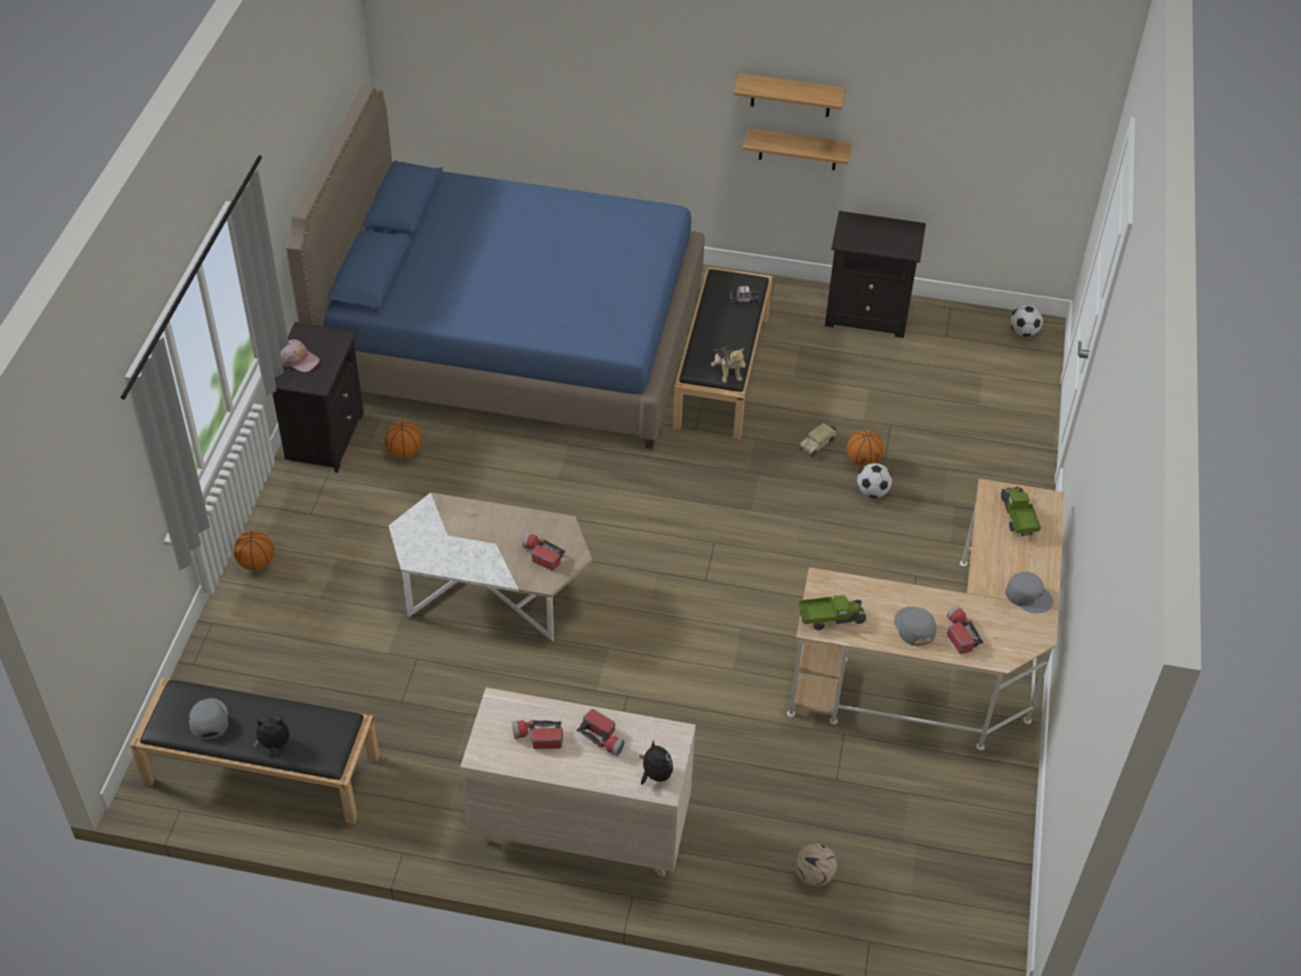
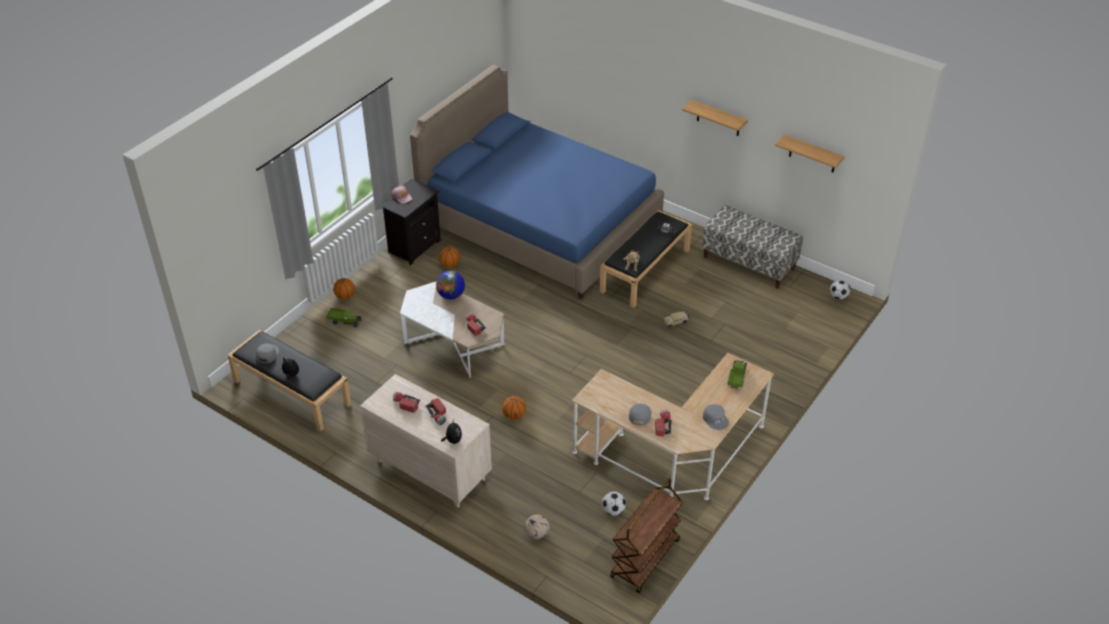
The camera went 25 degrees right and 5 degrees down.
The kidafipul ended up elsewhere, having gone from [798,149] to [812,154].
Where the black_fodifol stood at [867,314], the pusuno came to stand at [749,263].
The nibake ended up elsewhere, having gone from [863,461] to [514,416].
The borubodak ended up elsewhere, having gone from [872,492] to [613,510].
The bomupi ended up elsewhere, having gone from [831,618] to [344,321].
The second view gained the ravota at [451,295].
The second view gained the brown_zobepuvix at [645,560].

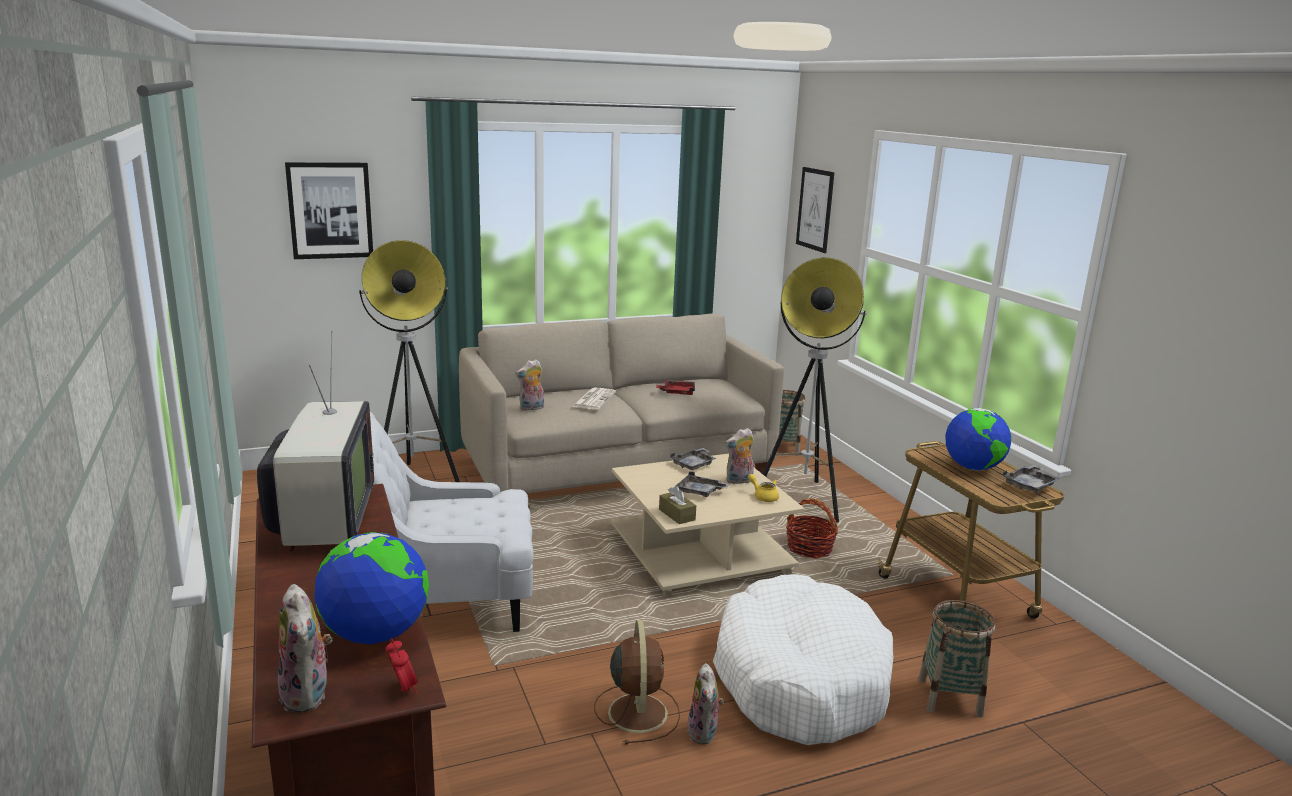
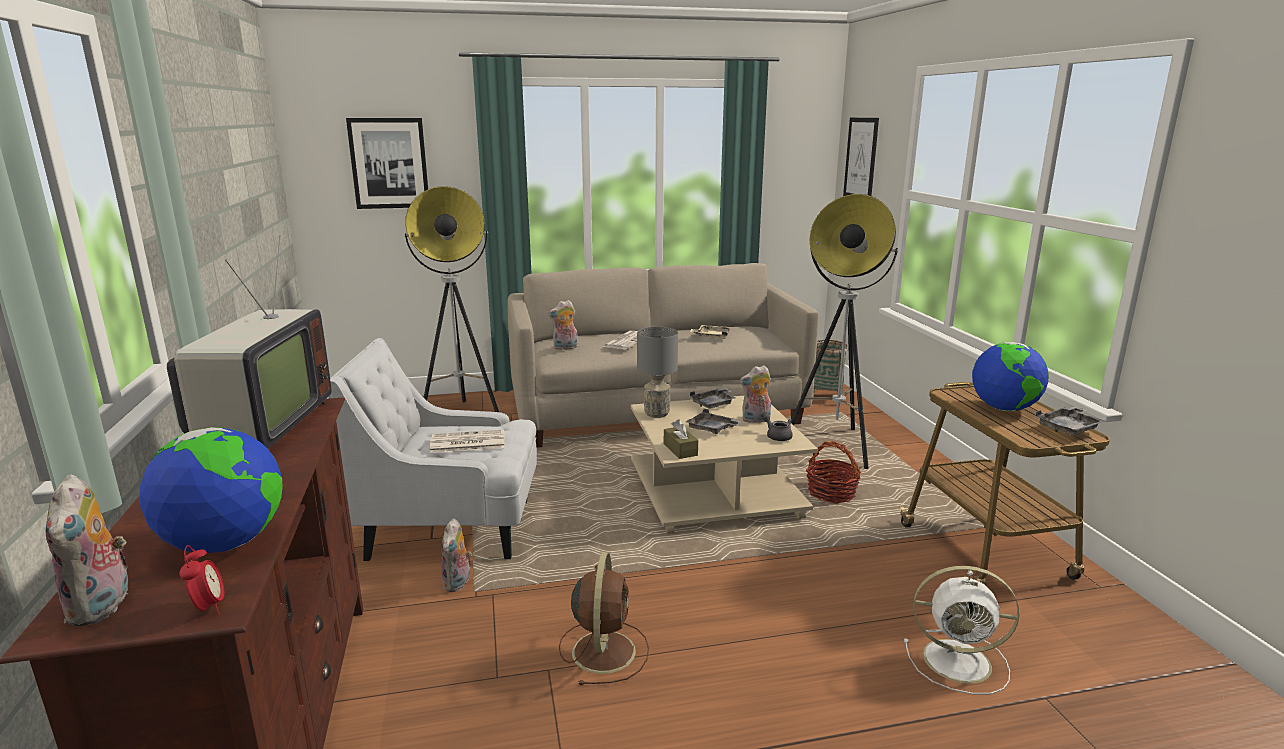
The camera went 10 degrees right and 0 degrees up.
What was the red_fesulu at [677,392] turned into the beige_fesulu at [711,337].
What was the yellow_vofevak at [763,497] turned into the grey_vofevak at [777,436].
The second view lost the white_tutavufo at [799,678].
Where the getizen stood at [950,697], the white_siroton came to stand at [960,661].
The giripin ended up elsewhere, having gone from [704,733] to [458,583].
The second view gained the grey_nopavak at [656,414].
The second view gained the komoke at [466,443].

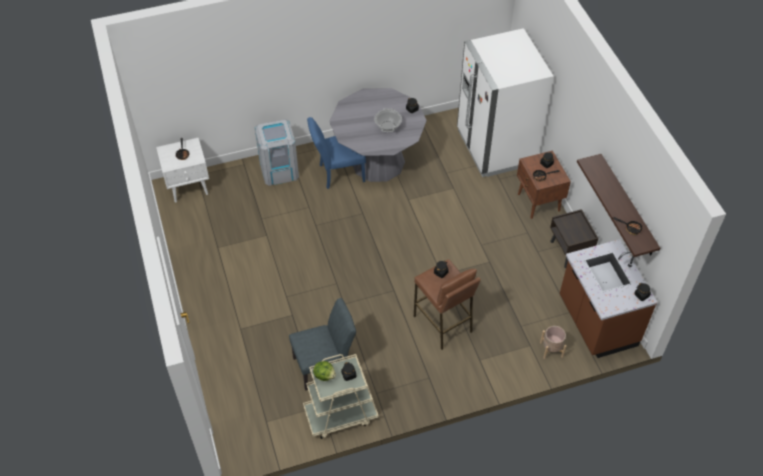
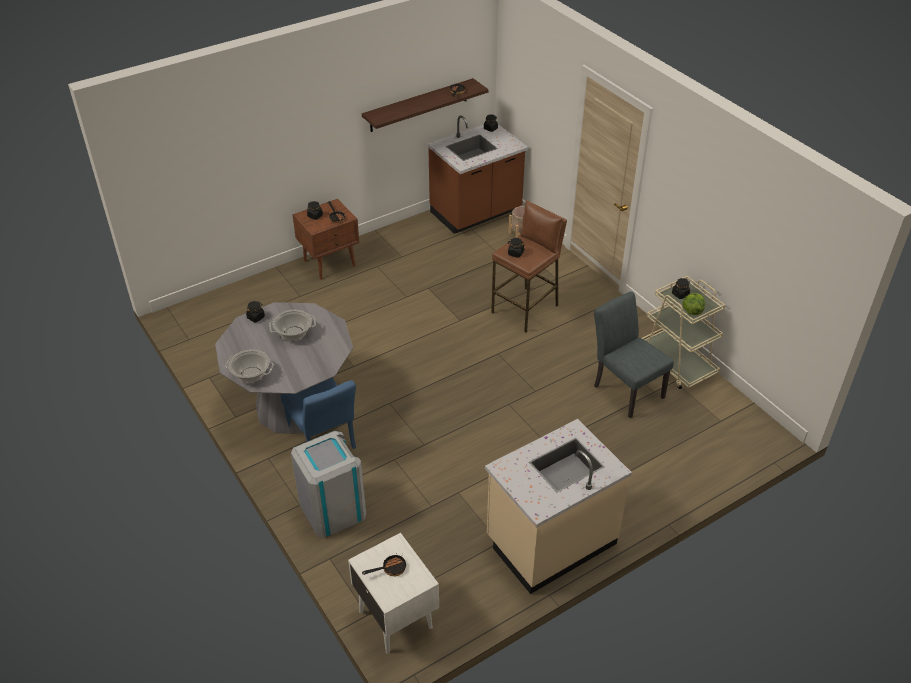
The camera went 105 degrees left and 10 degrees down.
The second view lost the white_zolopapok at [495,147].
The second view lost the brown_fodifol at [569,252].
The second view gained the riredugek at [251,374].
The second view gained the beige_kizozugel at [550,540].

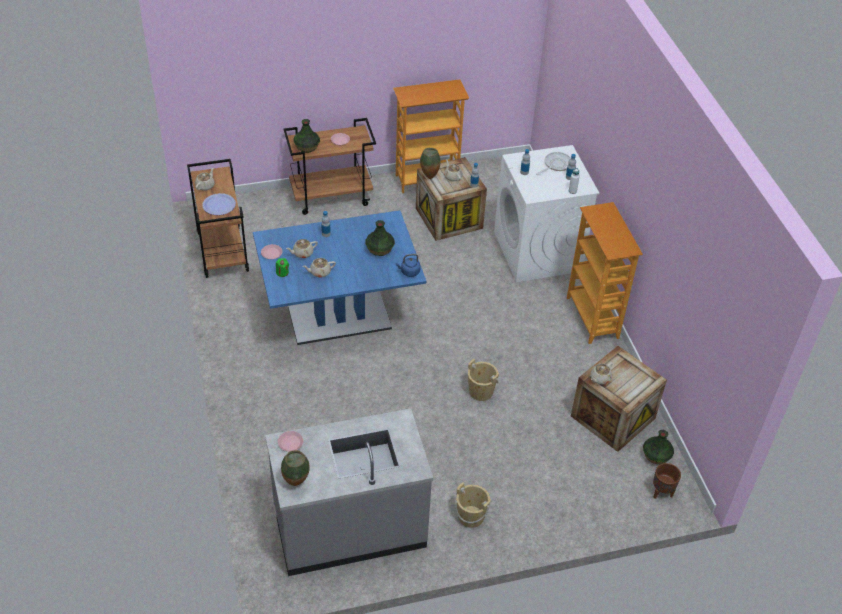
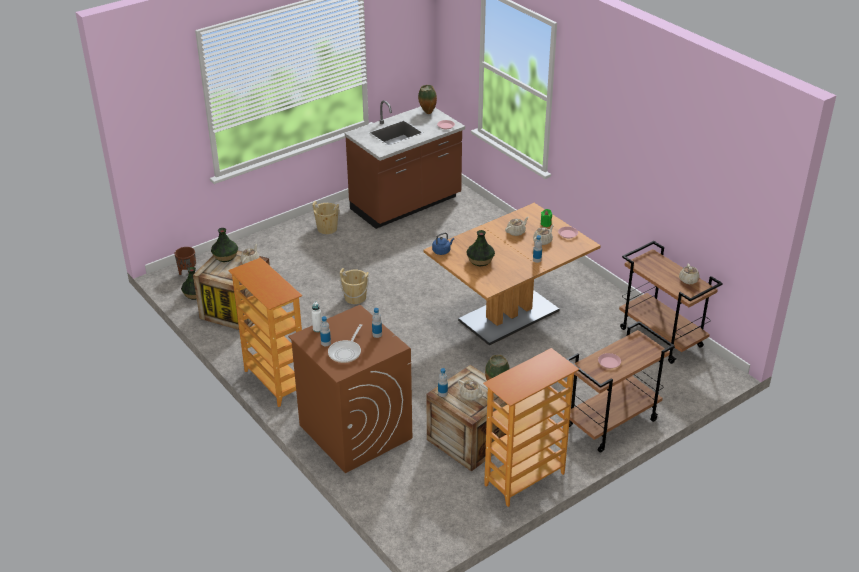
The camera went 160 degrees right and 10 degrees down.
The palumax ended up elsewhere, having gone from [306,147] to [225,257].
What was the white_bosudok at [538,252] turned into the brown_bosudok at [354,431].
The second view lost the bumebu at [219,205].
What was the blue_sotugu at [339,318] turned into the brown_sotugu at [509,315].
What was the grey_kizozugel at [349,527] turned into the brown_kizozugel at [406,205].

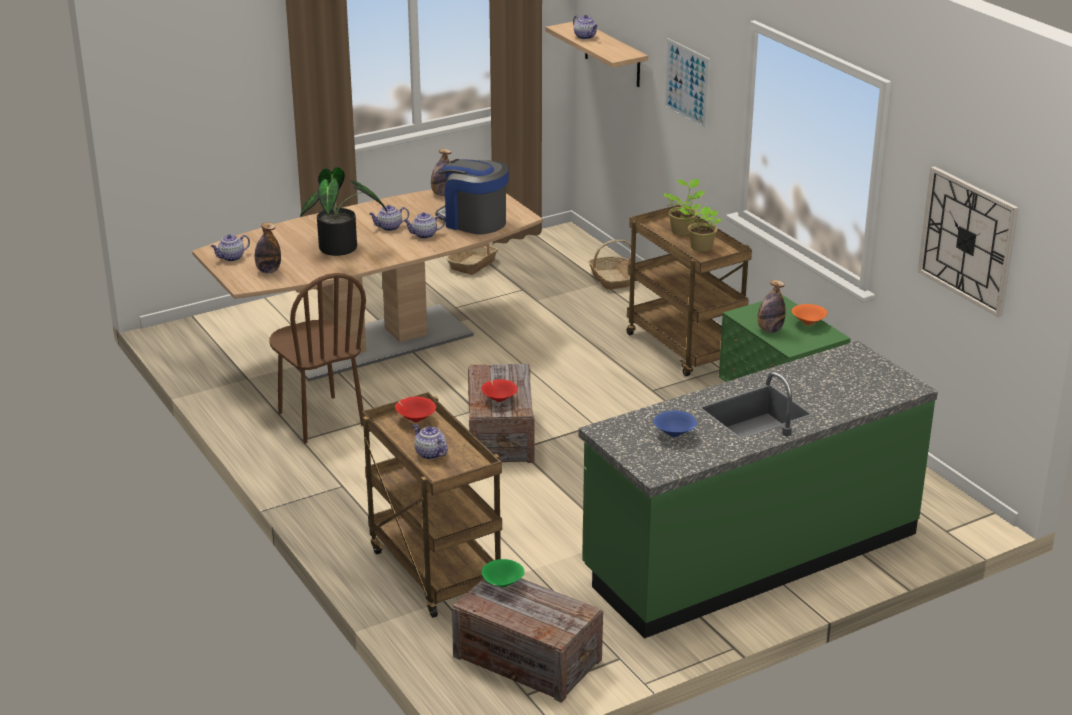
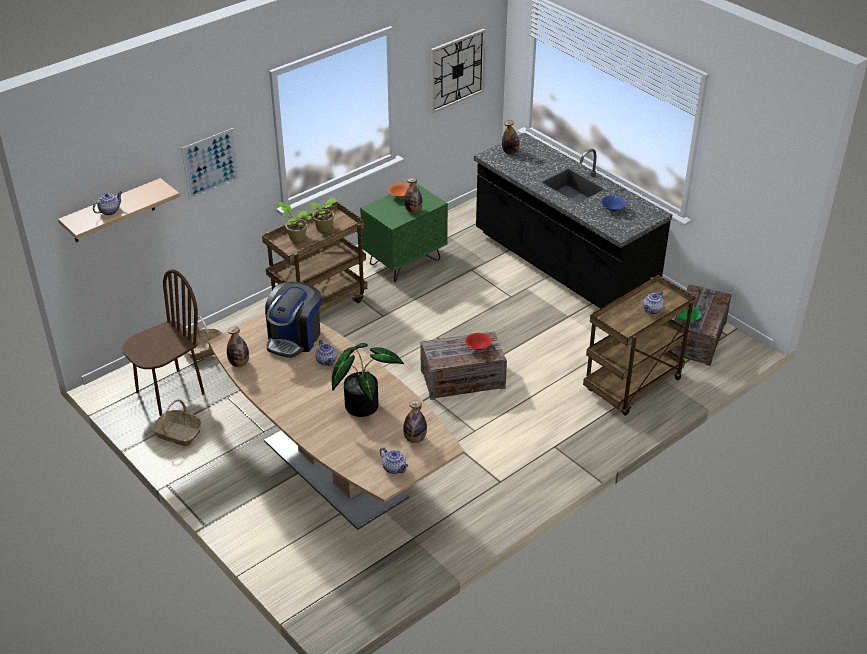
The camera went 100 degrees left and 10 degrees up.
The second view lost the vofevak at [389,227].
The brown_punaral ended up elsewhere, having gone from [320,419] to [170,392].
What was the green_kizozugel at [750,553] turned into the black_kizozugel at [562,267].
The second view lost the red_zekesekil at [415,419].
The second view gained the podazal at [510,152].

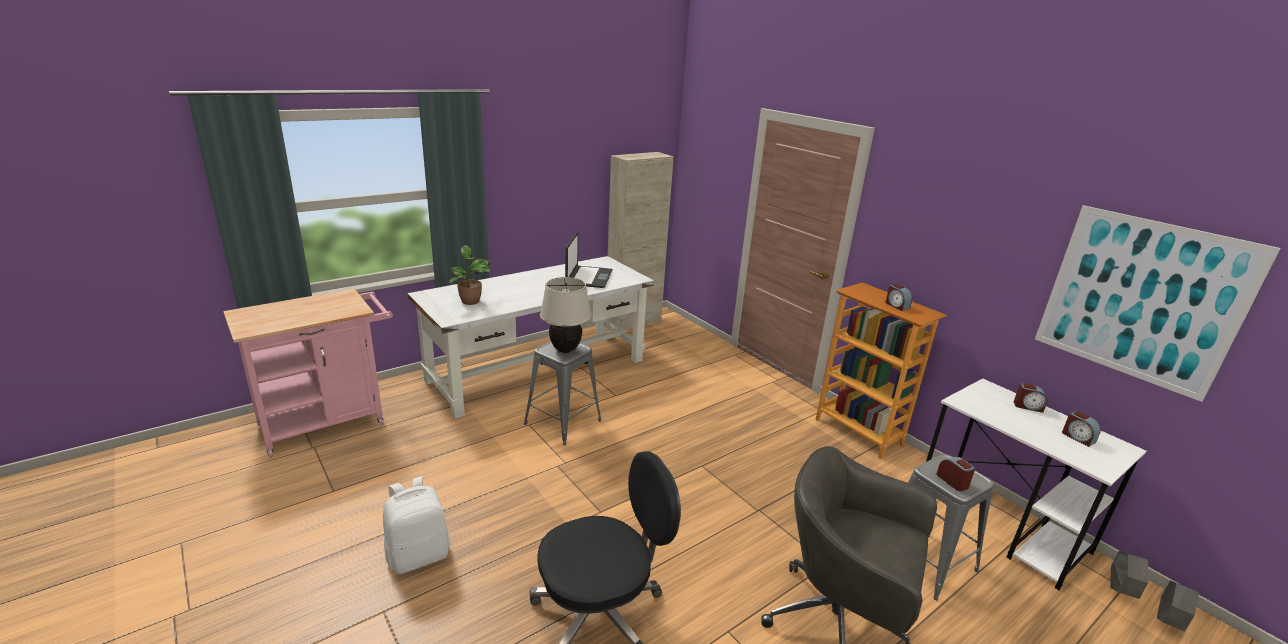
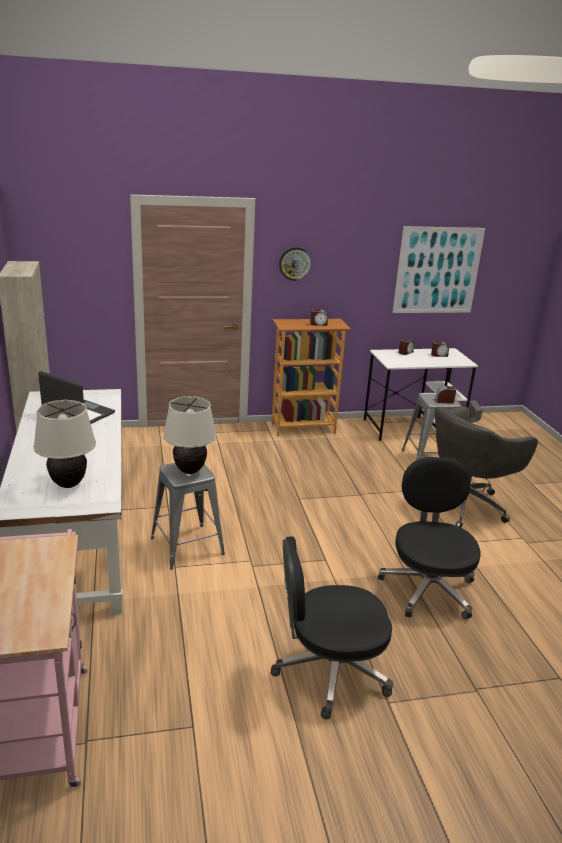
The camera went 65 degrees left and 0 degrees up.
Where the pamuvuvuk stood at [471,302], the beige_nopavak came to stand at [69,484].
Where the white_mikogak stood at [419,555], the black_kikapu came to stand at [329,671].
The second view lost the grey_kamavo at [1167,622].
The second view gained the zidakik at [295,263].

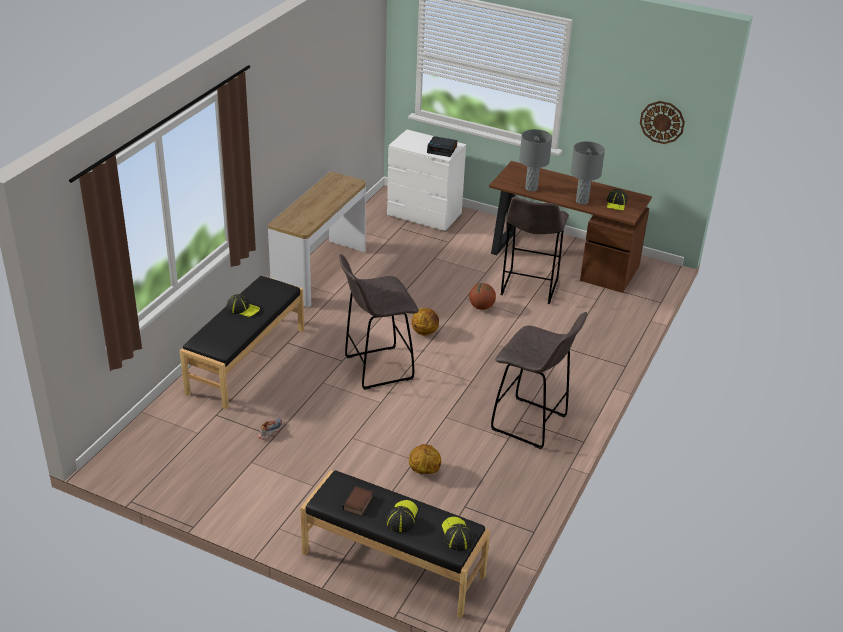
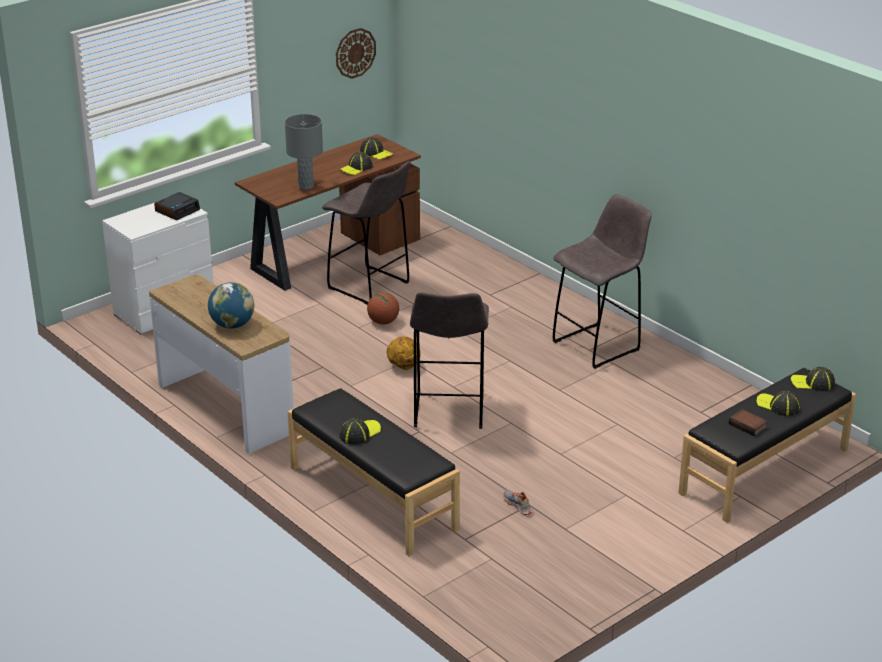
The camera went 65 degrees left and 5 degrees down.
Where the grey_nopavak stood at [582,201], the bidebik came to stand at [356,168].
The second view lost the nibake at [424,471].
The second view gained the ravota at [232,325].

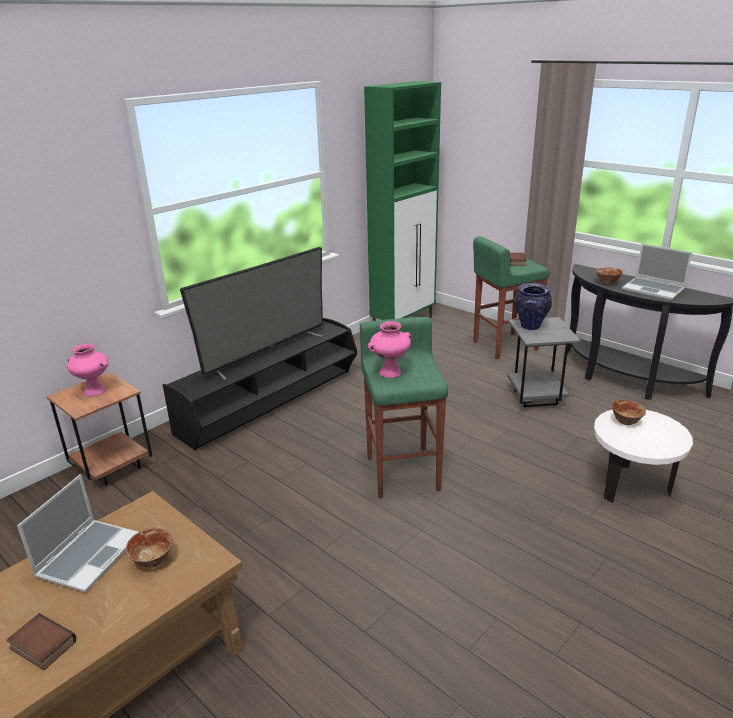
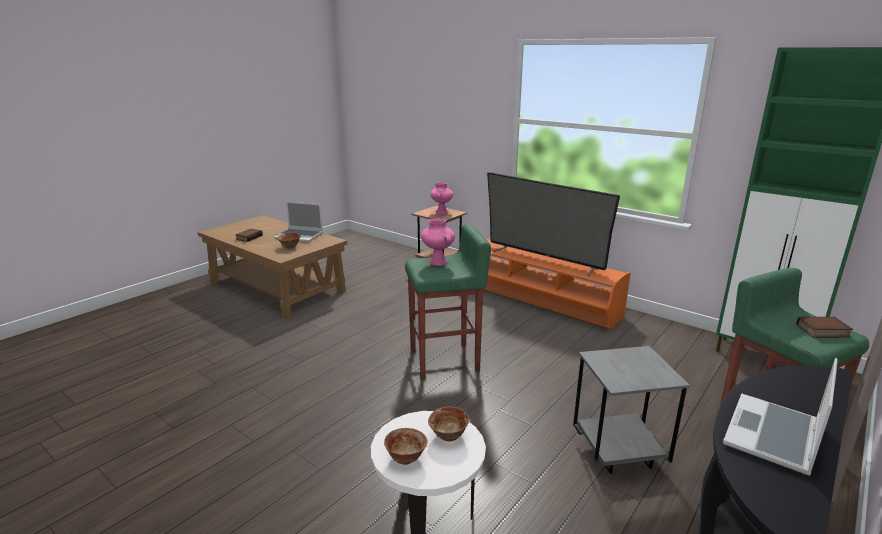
The camera went 85 degrees right and 5 degrees down.
The zekesekil ended up elsewhere, having gone from [607,283] to [405,458].
The second view lost the palumax at [530,327].
What was the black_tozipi at [272,403] turned into the orange_tozipi at [535,301].

